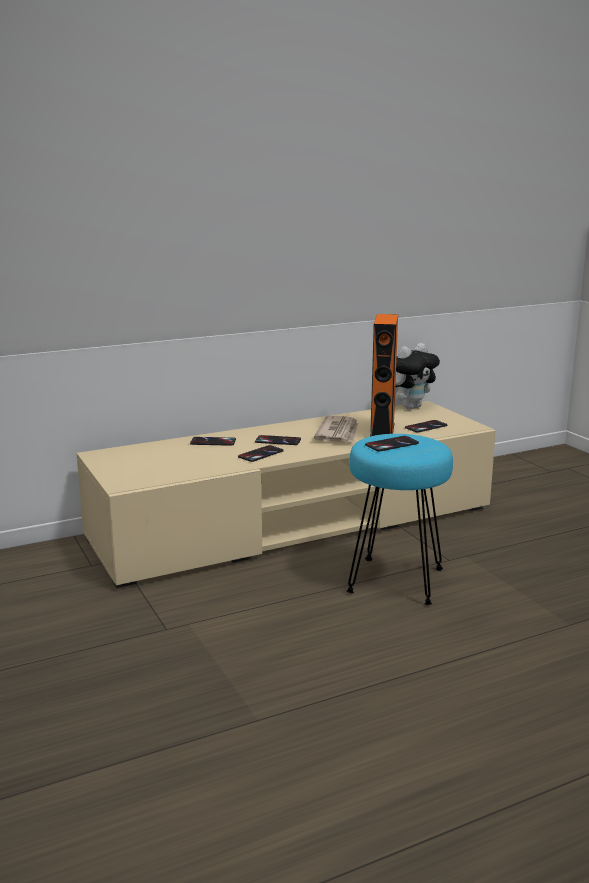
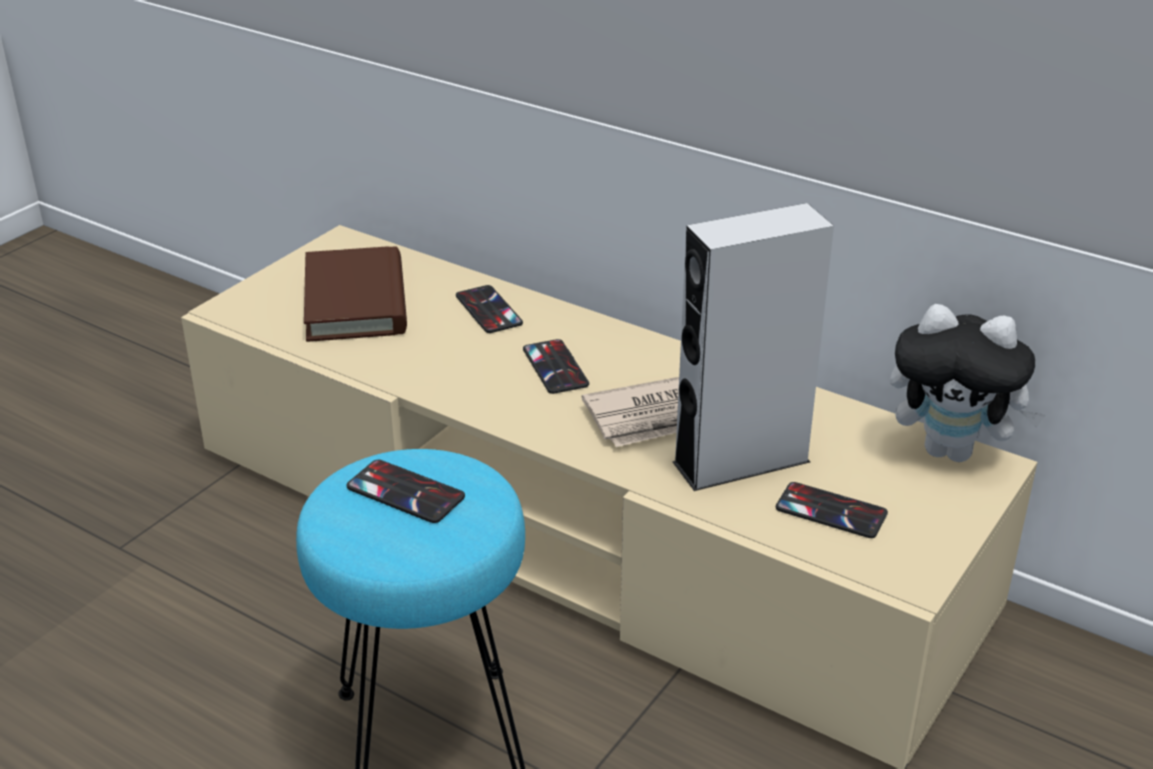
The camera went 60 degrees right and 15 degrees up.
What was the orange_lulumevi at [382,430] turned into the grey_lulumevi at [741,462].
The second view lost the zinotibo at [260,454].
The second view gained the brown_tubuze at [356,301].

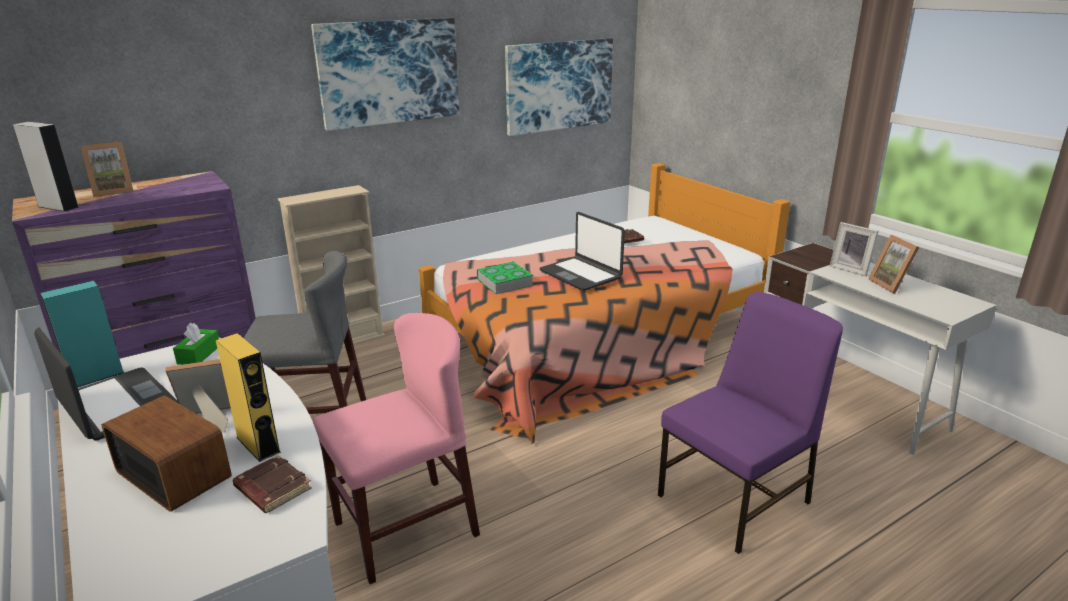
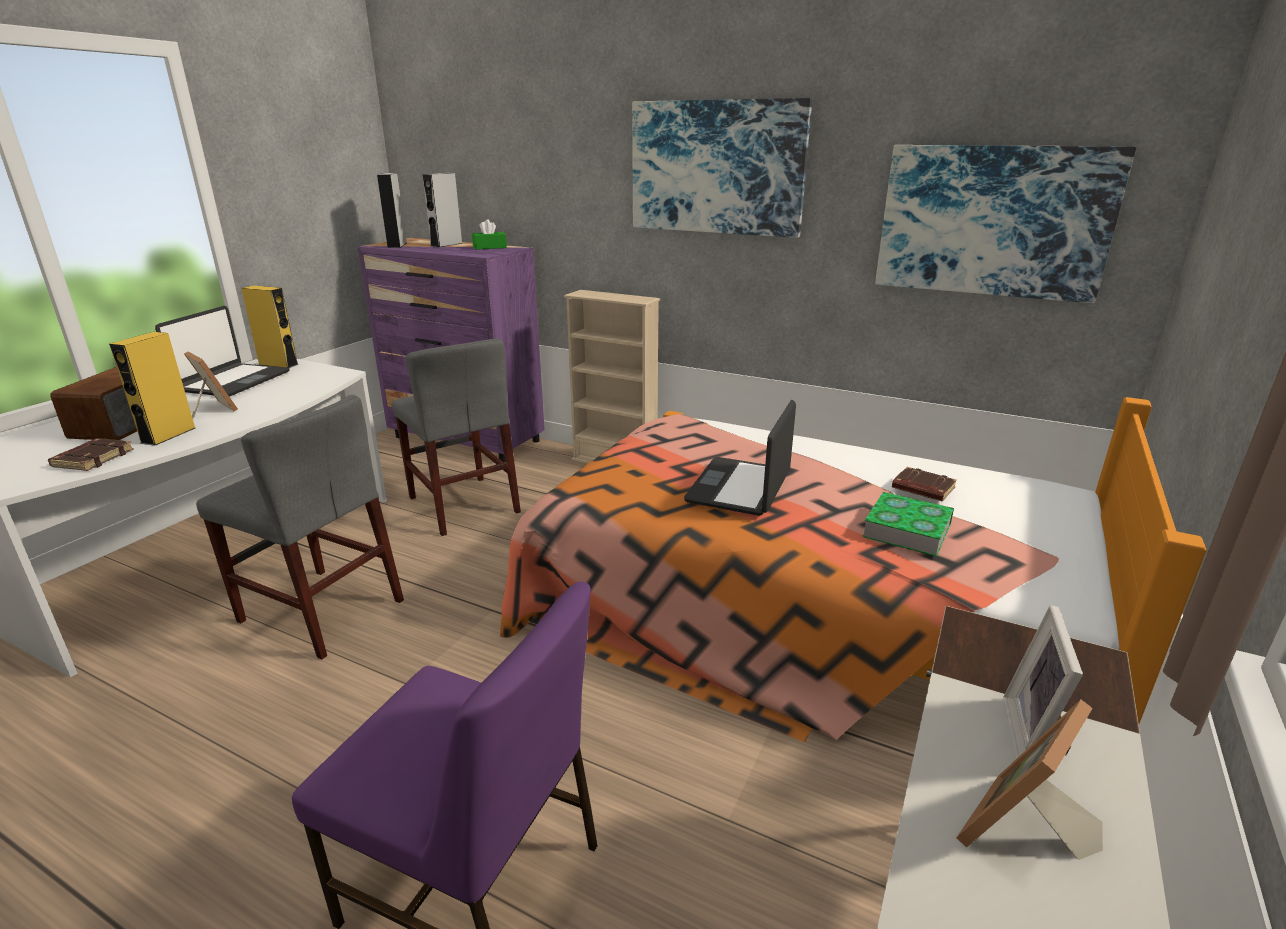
The camera went 60 degrees right and 0 degrees up.
Where the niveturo stood at [113,191], the grey_lulumevi came to stand at [446,244].
The tubuze ended up elsewhere, having gone from [504,282] to [907,530].
What was the turquoise_lulumevi at [96,377] turned into the yellow_lulumevi at [278,364].
What was the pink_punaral at [405,529] turned into the grey_punaral at [321,611].
The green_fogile ended up elsewhere, having gone from [199,355] to [489,247].

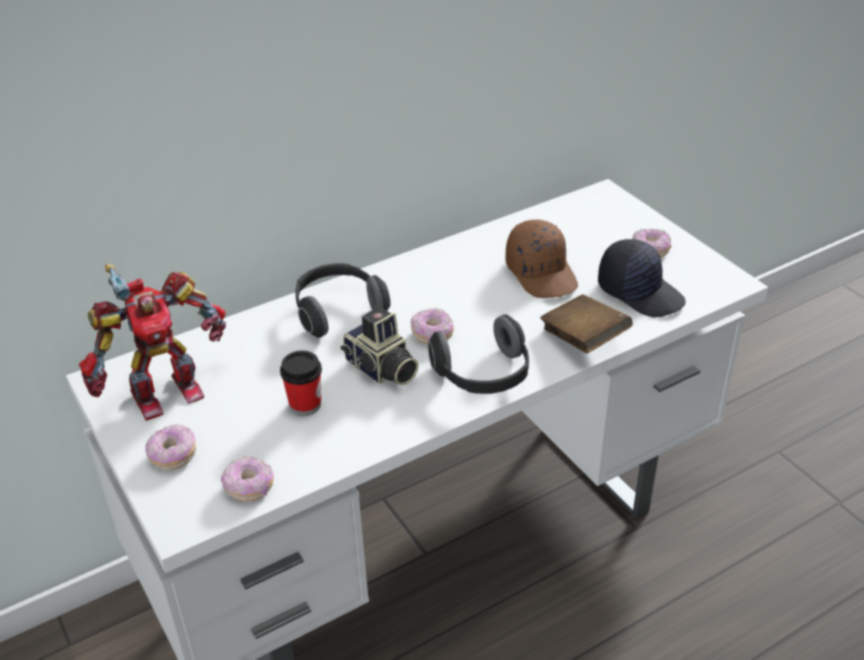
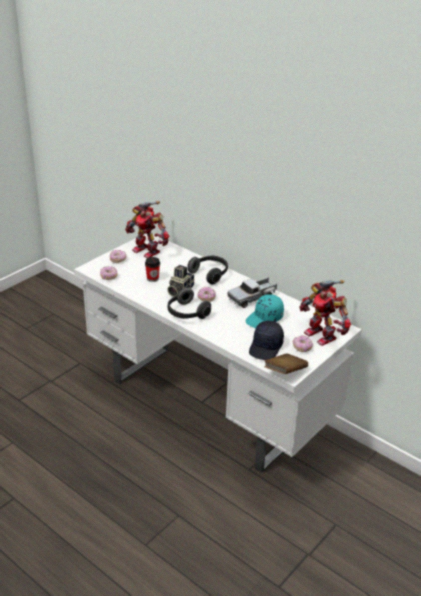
The camera went 70 degrees right and 5 degrees down.
What was the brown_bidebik at [542,273] turned into the turquoise_bidebik at [265,319].
The brown_tubuze ended up elsewhere, having gone from [583,339] to [285,372].
The second view gained the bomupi at [252,297].
The second view gained the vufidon at [321,335].

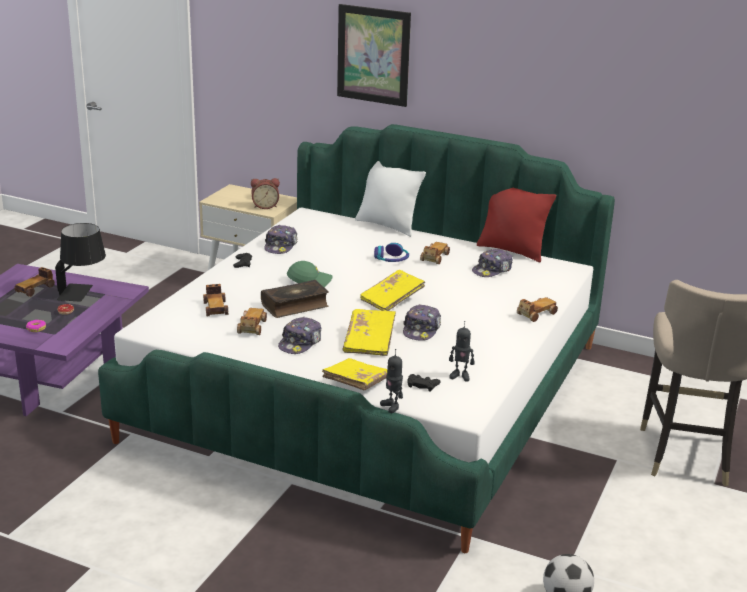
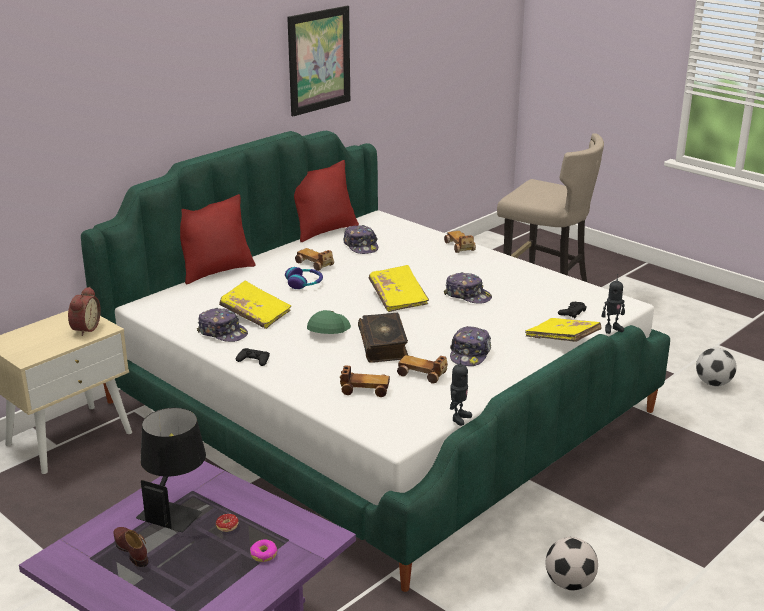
The camera went 70 degrees left and 0 degrees up.
The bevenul ended up elsewhere, having gone from [373,55] to [319,60].
What was the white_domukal at [388,225] turned into the red_domukal at [216,271].
Where the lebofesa stood at [35,289], the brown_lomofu came to stand at [131,549].
The yellow_tubuze ended up elsewhere, having gone from [369,342] to [255,314].
The bidebik at [300,343] ended up facing another way, 60 degrees clockwise from before.
The vufidon ended up elsewhere, having gone from [460,376] to [459,418].
The second view gained the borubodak at [569,583].

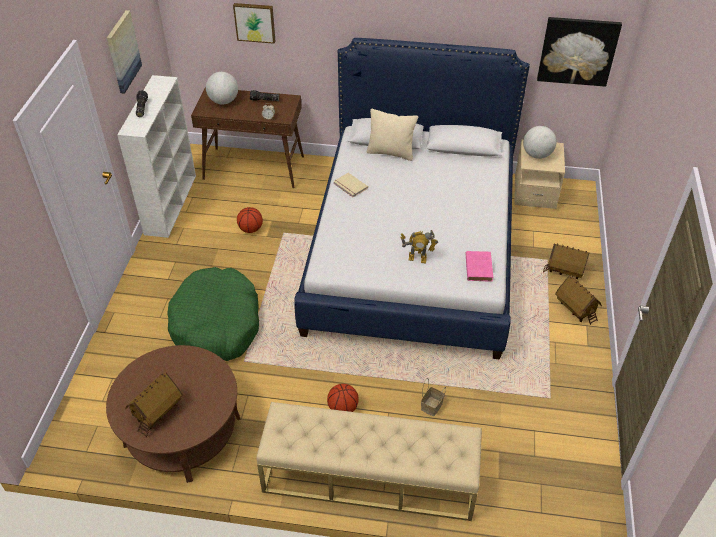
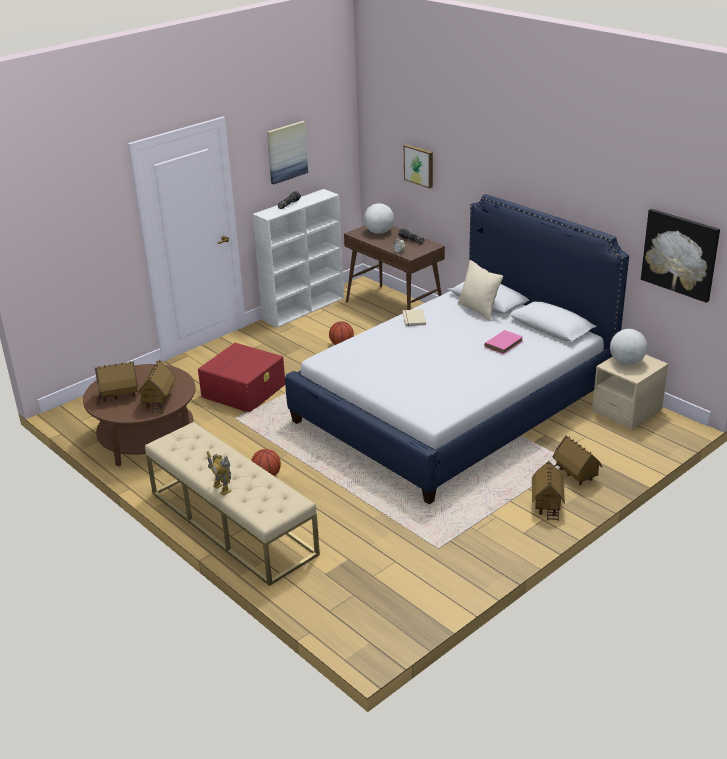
The camera went 40 degrees right and 15 degrees down.
The vufidon ended up elsewhere, having gone from [417,259] to [222,489].
The pink_tubuze ended up elsewhere, having gone from [478,267] to [504,344].
Where the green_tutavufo stood at [216,324], the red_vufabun came to stand at [244,390].
The second view lost the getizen at [431,407].
The second view gained the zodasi at [159,401].

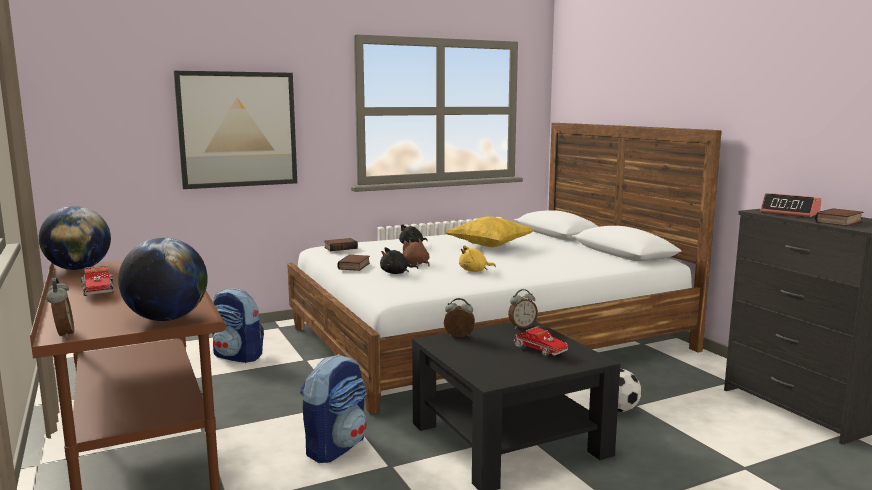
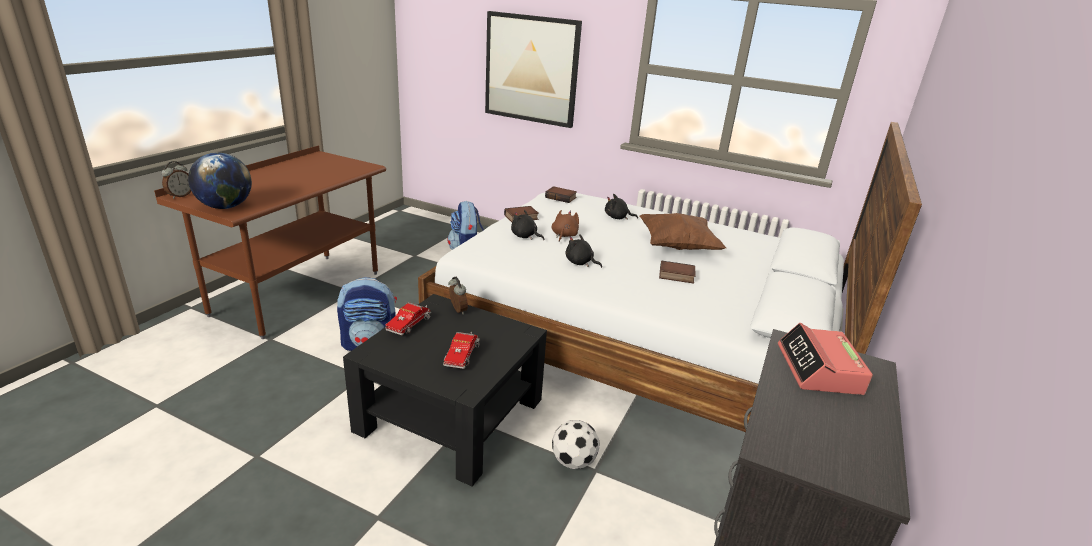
The camera went 50 degrees right and 15 degrees up.
The second view lost the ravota at [78,269].
The tubuze ended up elsewhere, having gone from [839,222] to [676,276].
What was the yellow_domukal at [489,246] turned into the brown_domukal at [677,246].
What was the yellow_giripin at [474,271] turned into the black_giripin at [580,263].
The bomupi ended up elsewhere, having gone from [98,291] to [410,324].
The second view lost the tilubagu at [522,327].

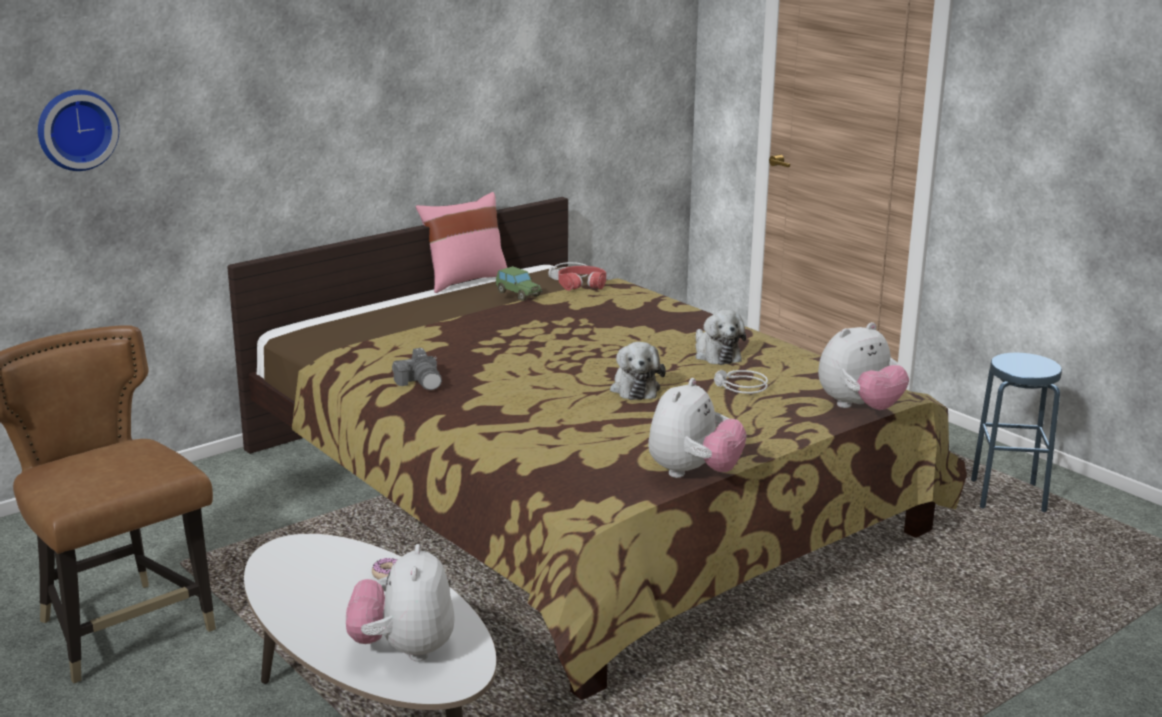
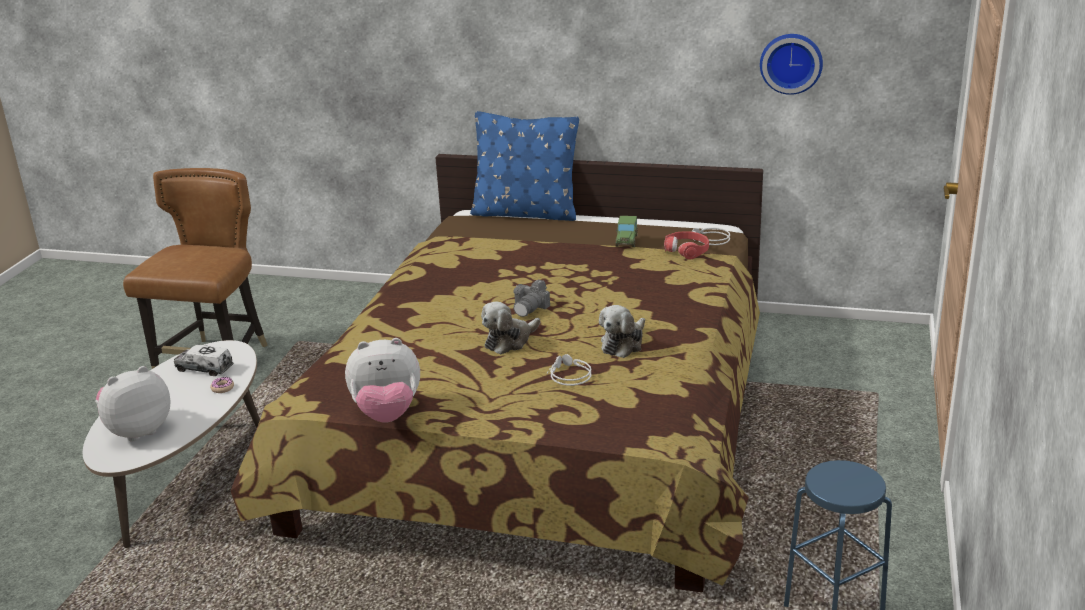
The camera went 55 degrees right and 5 degrees up.
The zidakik ended up elsewhere, having gone from [76,129] to [791,62].
The second view lost the pink_domukal at [464,280].
The second view lost the giripin at [859,408].
The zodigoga ended up elsewhere, having gone from [421,382] to [530,308].
The second view gained the blue_domukal at [525,213].
The second view gained the bomupi at [204,368].

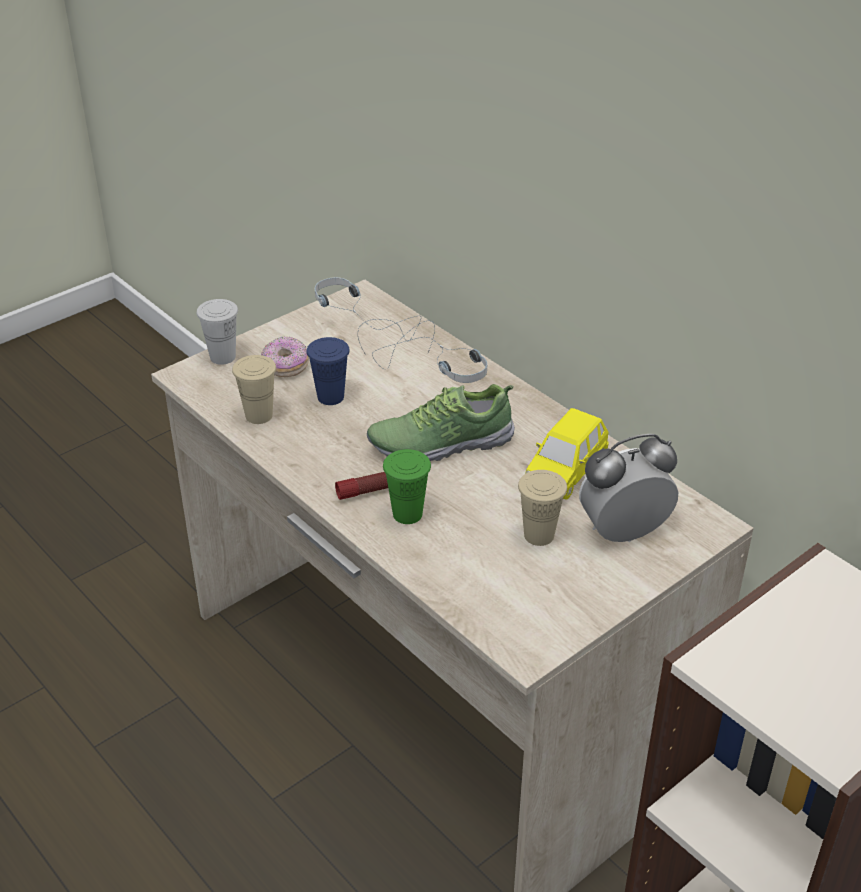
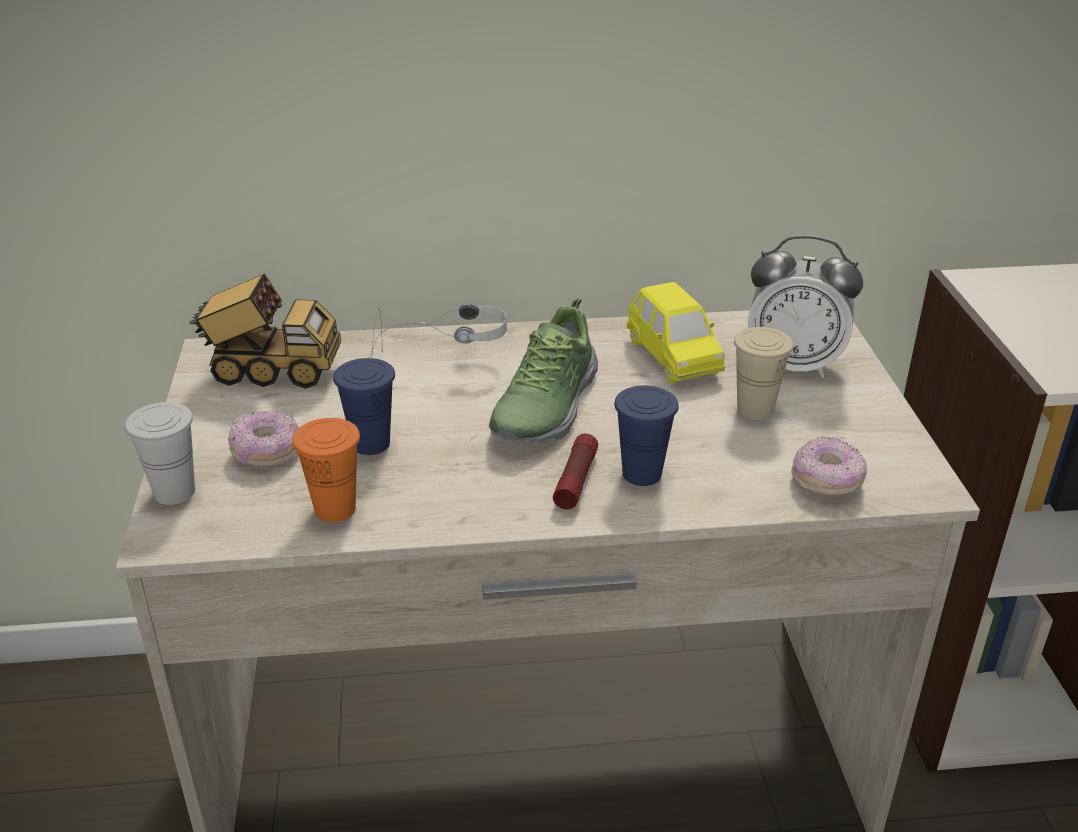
The camera went 55 degrees left and 5 degrees down.
Where the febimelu stood at [364,325], the bomupi came to stand at [271,371].
What was the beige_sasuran at [259,415] turned into the orange_sasuran at [335,509].
The tilubagu at [623,533] ended up facing another way, 90 degrees counterclockwise from before.
What was the green_sasuran at [407,514] turned into the blue_sasuran at [642,474].
The second view gained the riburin at [827,482].

